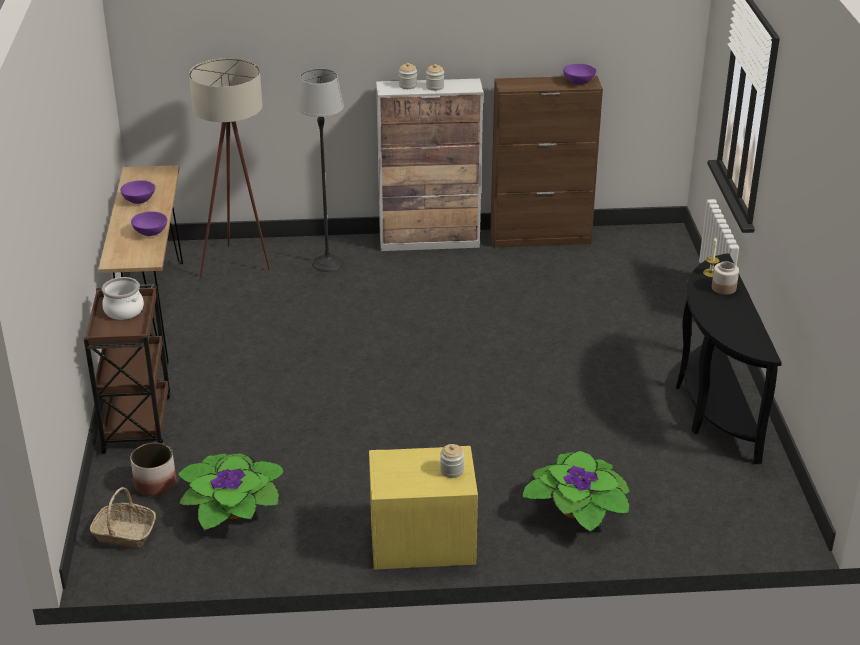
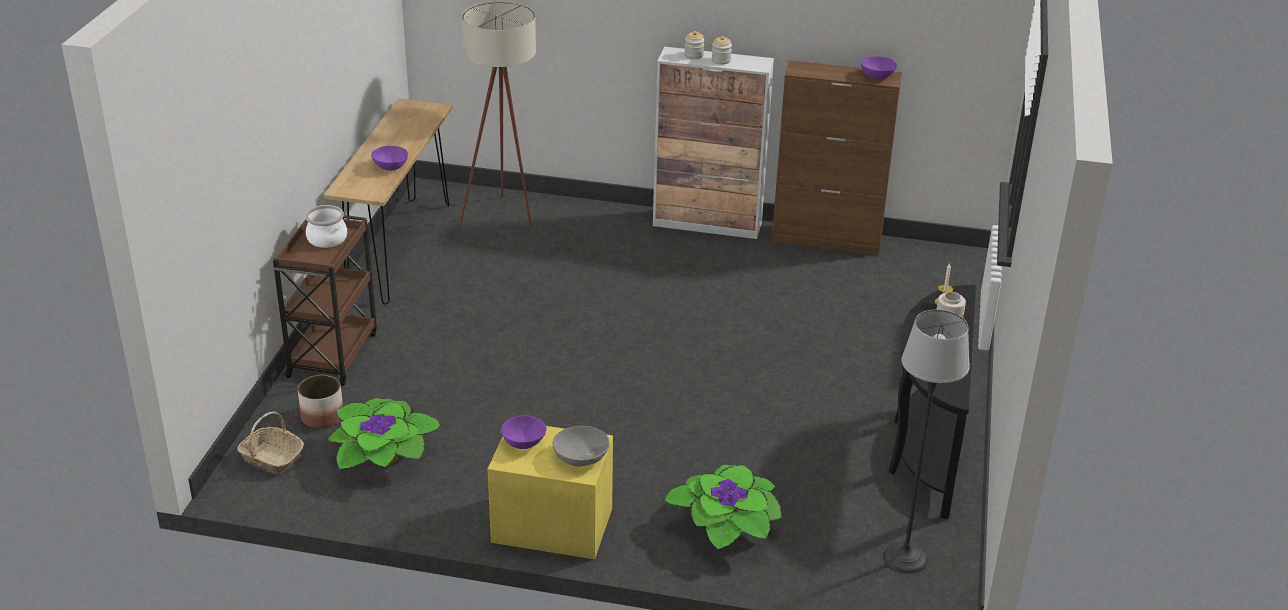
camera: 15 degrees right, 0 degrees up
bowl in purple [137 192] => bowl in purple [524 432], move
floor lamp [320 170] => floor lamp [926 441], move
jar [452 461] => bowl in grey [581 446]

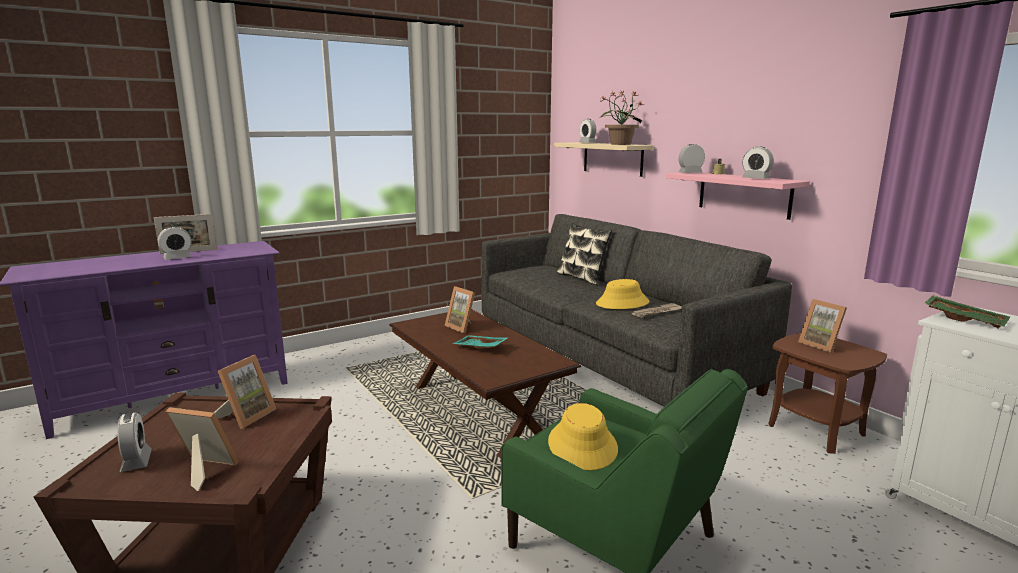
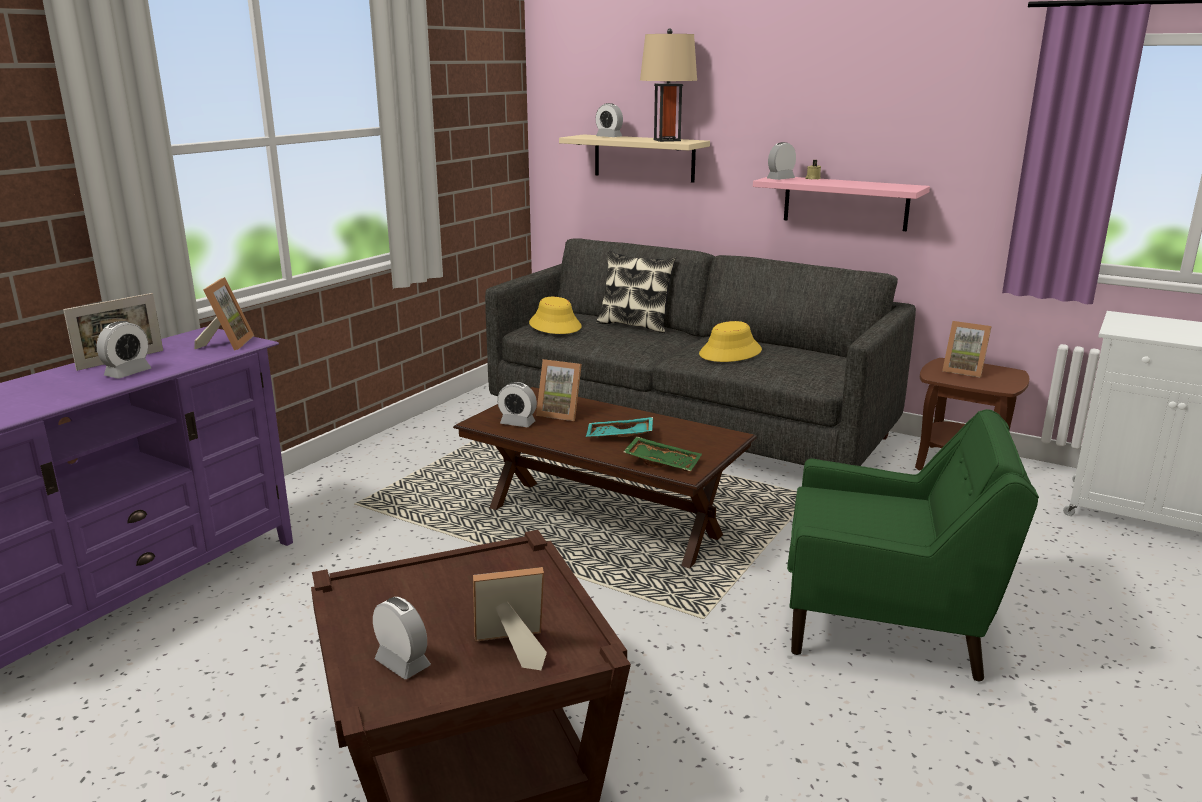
camera: 25 degrees left, 5 degrees up
picture frame [245 392] => picture frame [224 314], move
hat in yellow [583 436] => hat in yellow [555 315], move
potted plant [621 117] => table lamp in beige [668 85]
newspaper [656 310] => nothing
alarm clock [758 162] => alarm clock [517 404], move
tray in green [967 312] => tray in green [662 454], move

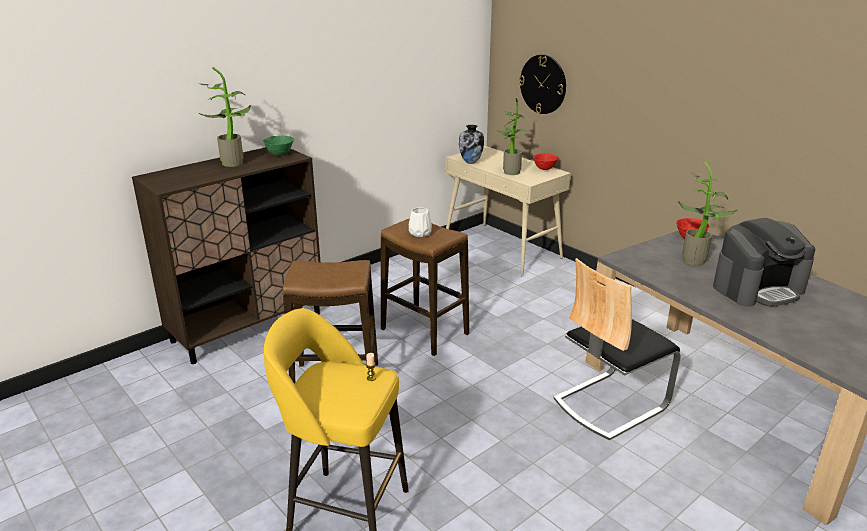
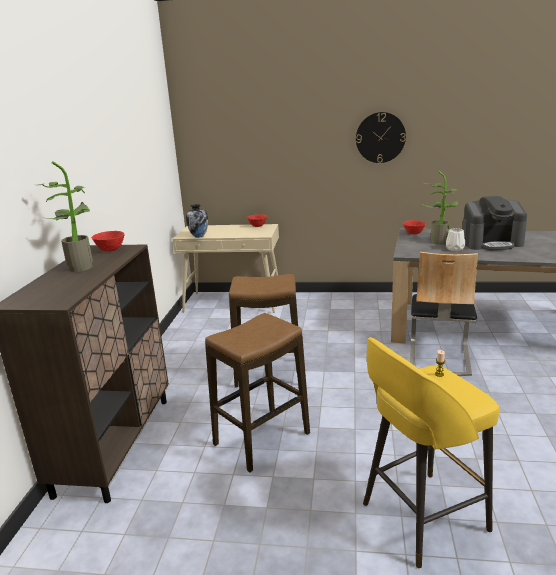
camera: 40 degrees left, 5 degrees down
bowl in green [278 146] => bowl in red [108 241]
vase in white [420 222] => vase in white [455 239], move
potted plant [511 136] => nothing
wall clock [542 84] => wall clock [381 137], move
coffee machine [764 262] => coffee machine [494 223], 60 degrees clockwise

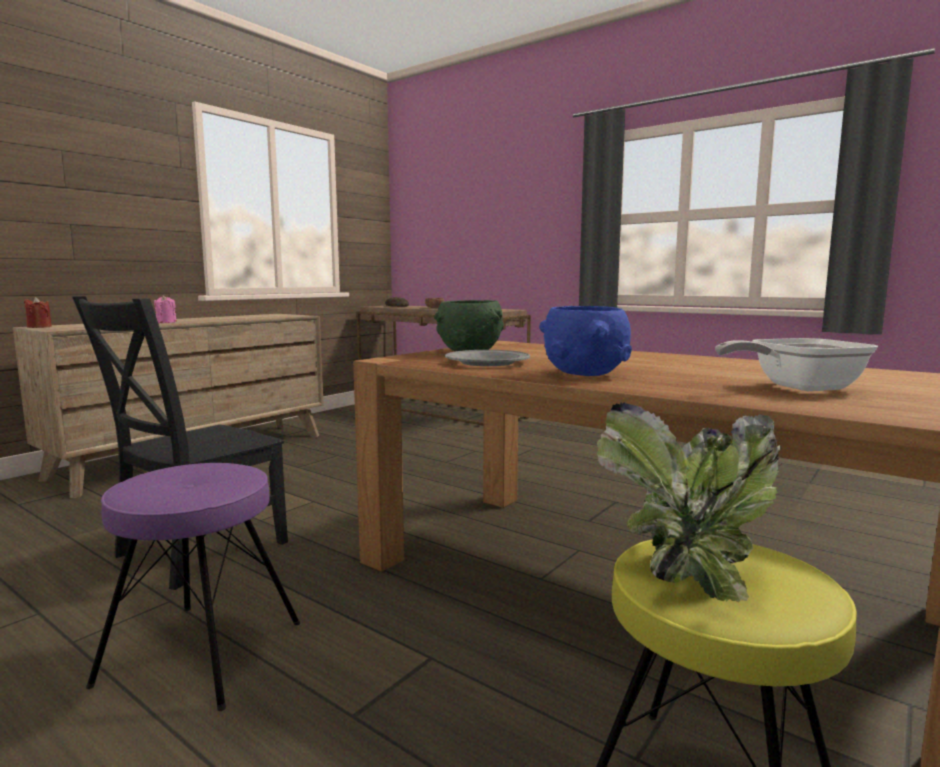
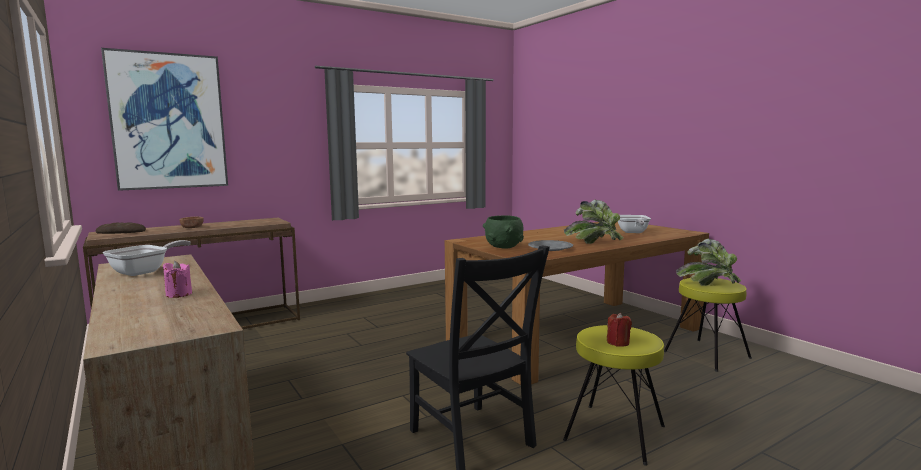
camera: 70 degrees left, 0 degrees up
candle in red [38 312] => candle in red [619 330], move
stool in purple [193 587] => stool in yellow [614 395]
bowl in blue [585 341] => potted plant [594 222]
nothing => picture [164 119]
nothing => frying pan [147 258]

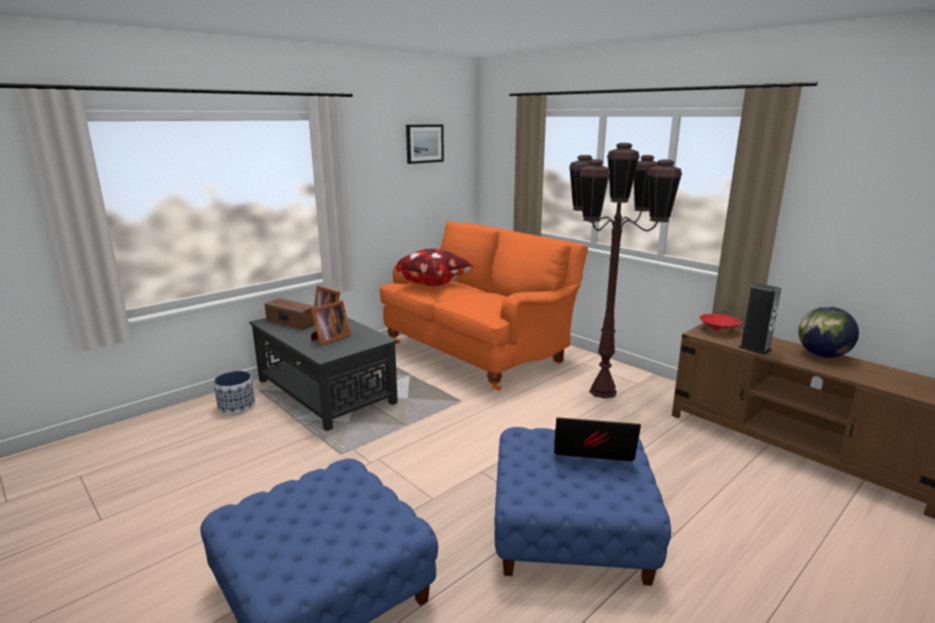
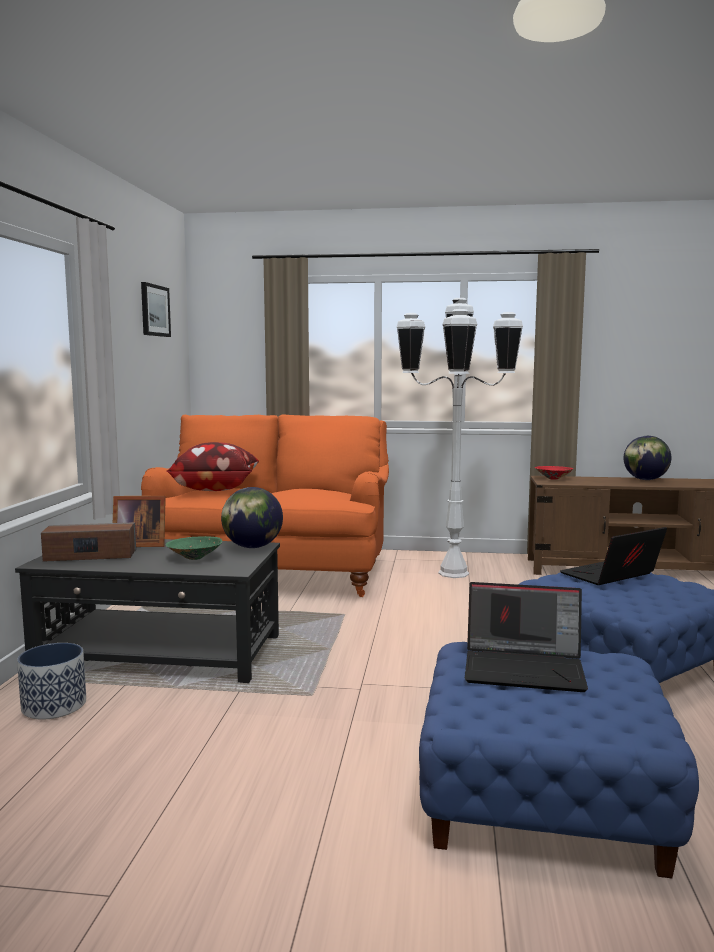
camera: 40 degrees left, 10 degrees down
picture frame [331 323] => bowl in green [194 548]
floor lamp in brown [625 271] => floor lamp in white [460 438]
speaker [760 319] => nothing
nothing => globe [252 517]
nothing => laptop [526 637]

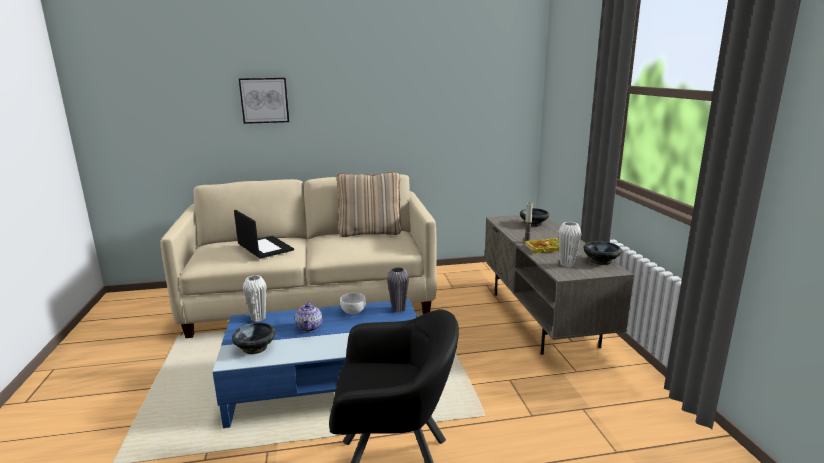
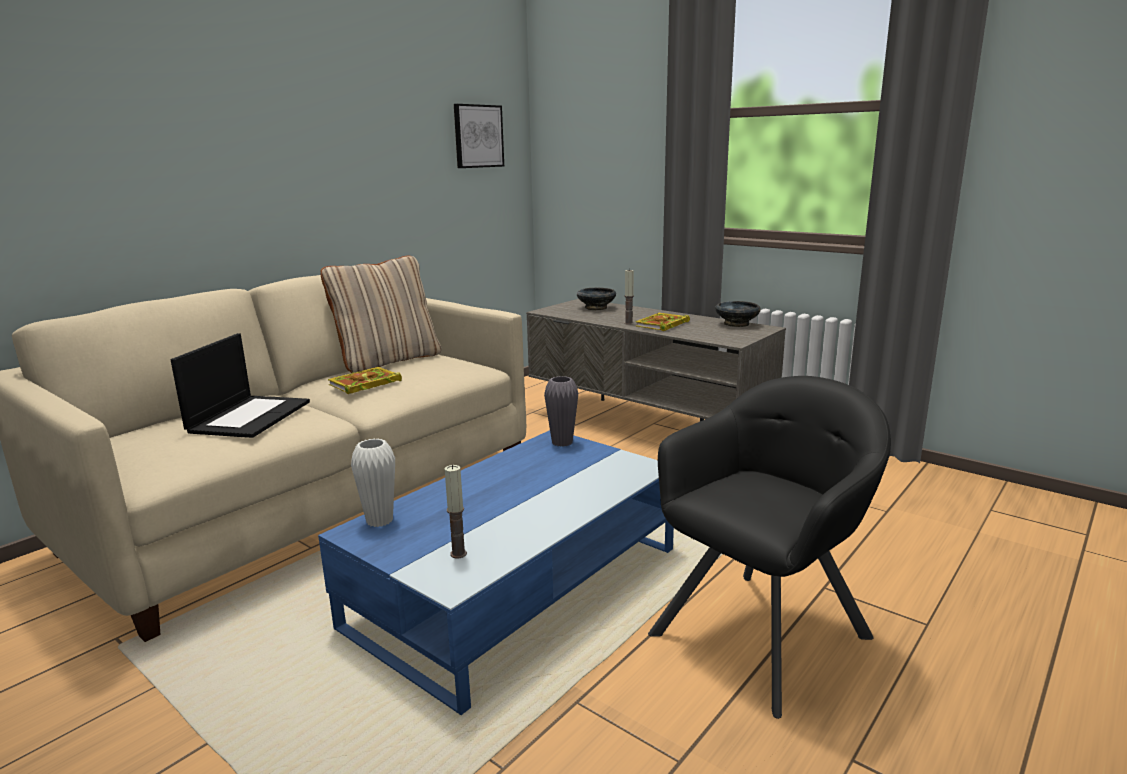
camera: 40 degrees left, 0 degrees up
bowl in black [253 338] => candle [456 511]
laptop [264 234] => laptop [240 385], 90 degrees clockwise
picture [264 101] => picture [479 136], move
teapot [308 316] => nothing
bowl in white [353 303] => nothing
vase in white [569 244] => nothing
nothing => book [365 380]

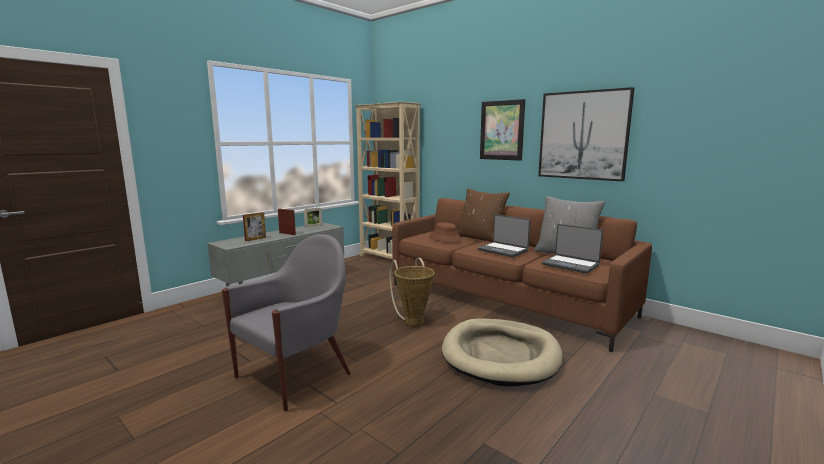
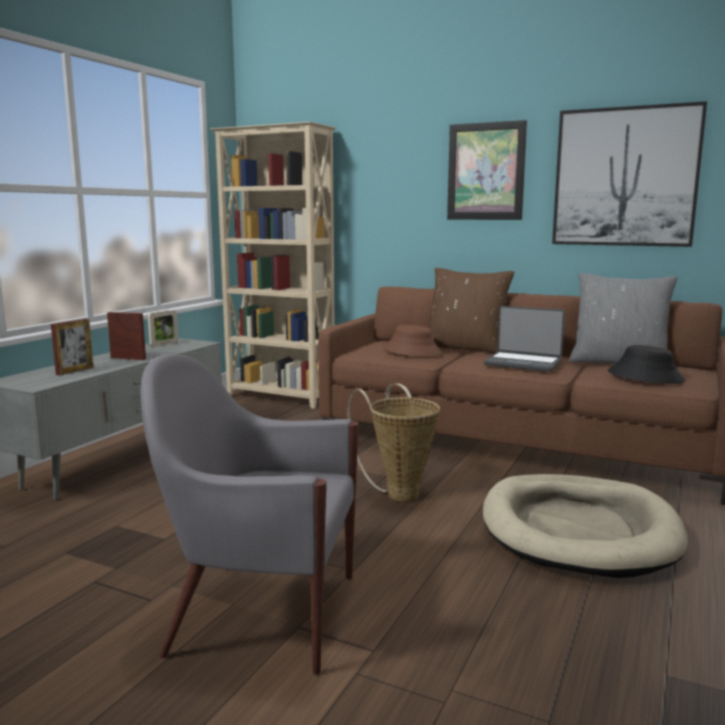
camera: 15 degrees left, 0 degrees up
armchair in grey [286 322] => armchair in grey [249 514], 105 degrees counterclockwise
laptop [572 249] => hat in black [646 364]

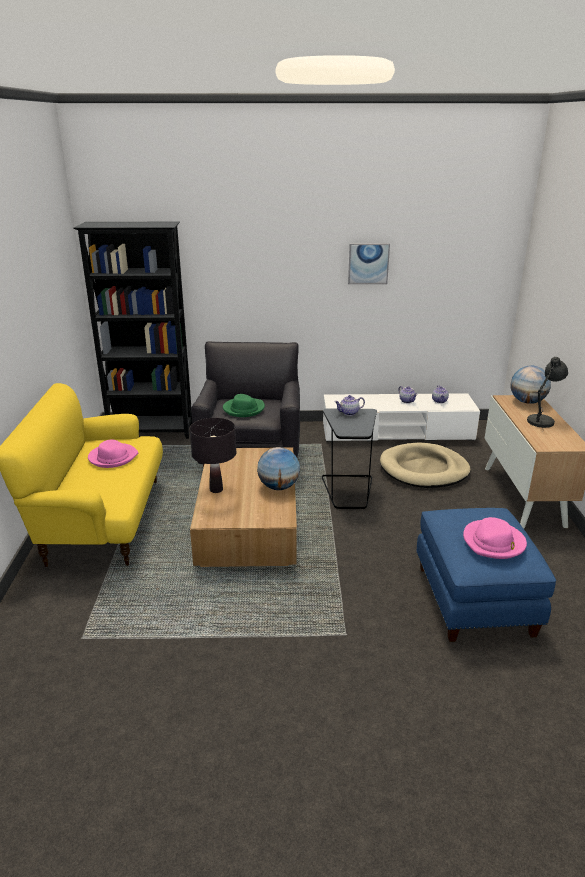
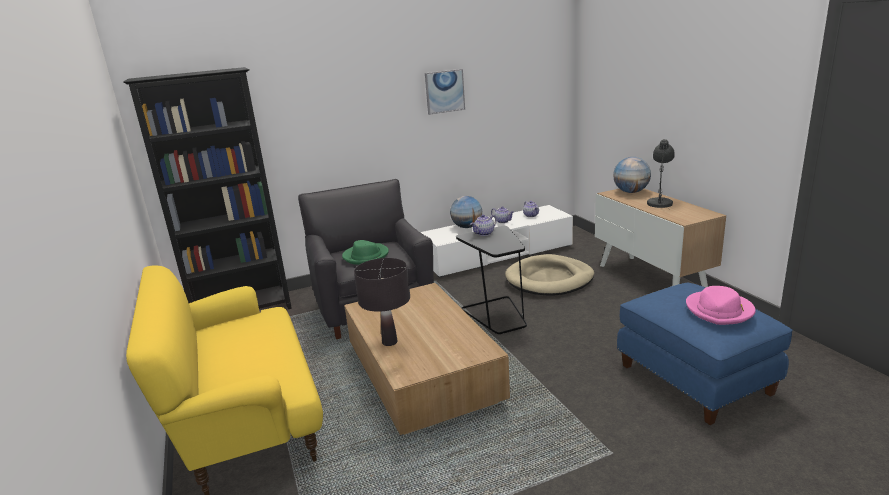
camera: 20 degrees left, 5 degrees down
hat in pink [113 453] => nothing
globe [278 468] => globe [466 212], move

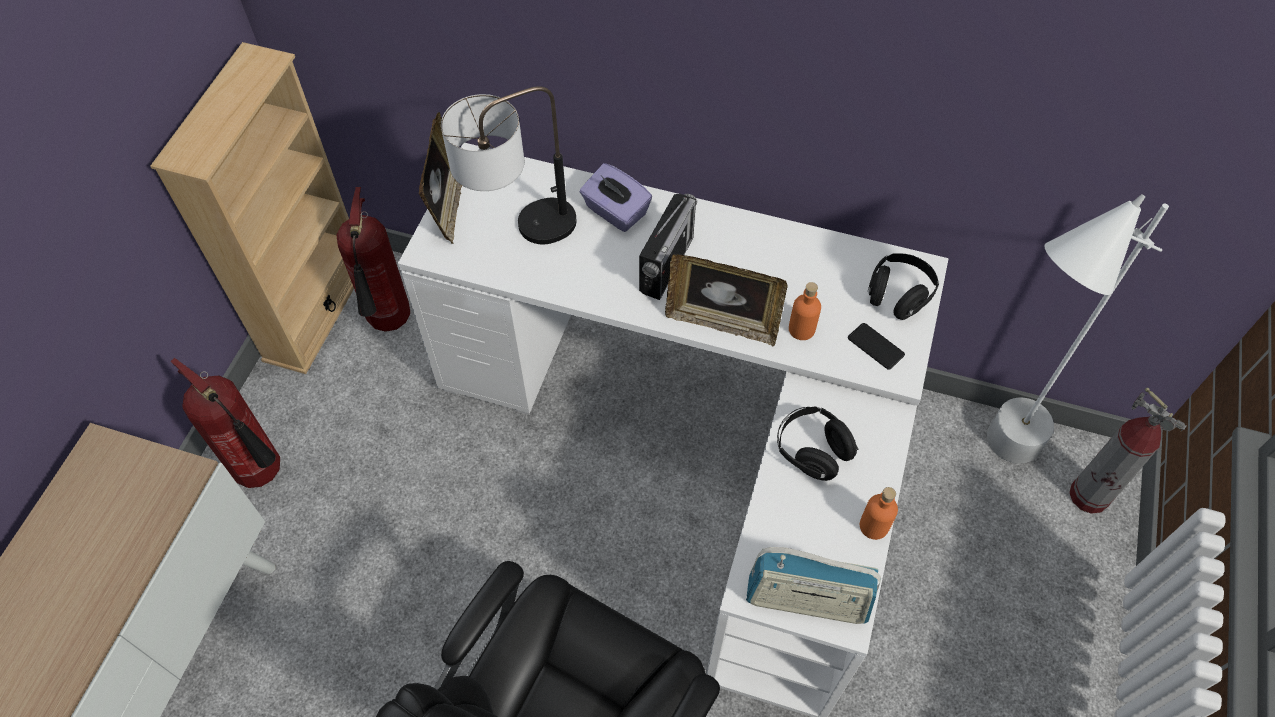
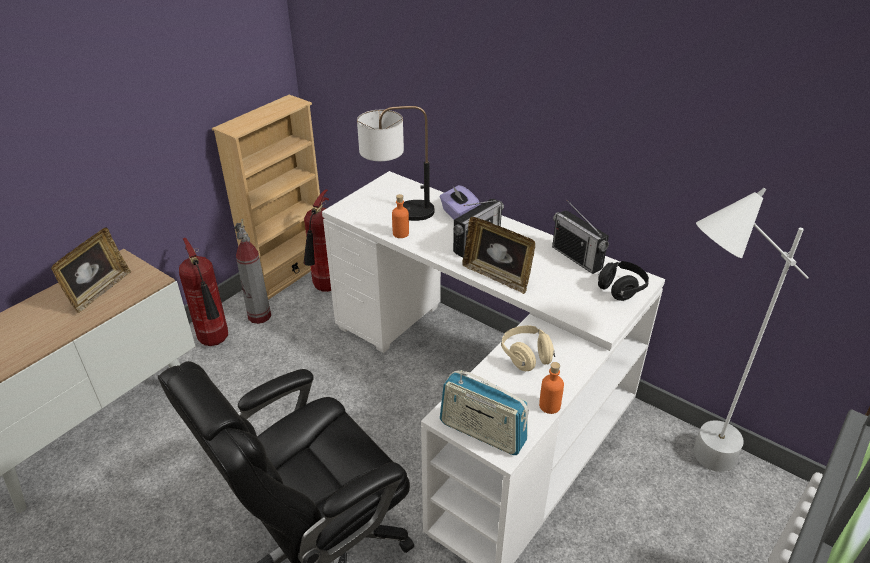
camera: 20 degrees right, 20 degrees down
picture frame [440 178] => picture frame [91 270], move
headphones in black [818 443] => headphones in beige [528 348]
bottle in orange [805 311] => bottle in orange [400 216], move
phone [876 346] => nothing
fire extinguisher [1128 451] => fire extinguisher [252 271], move
nothing => radio [580 237]

